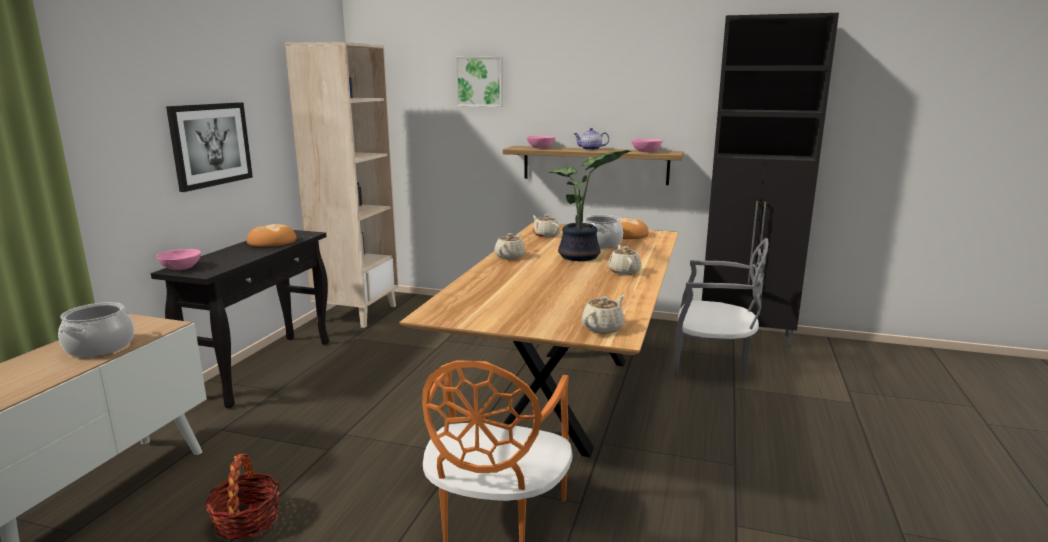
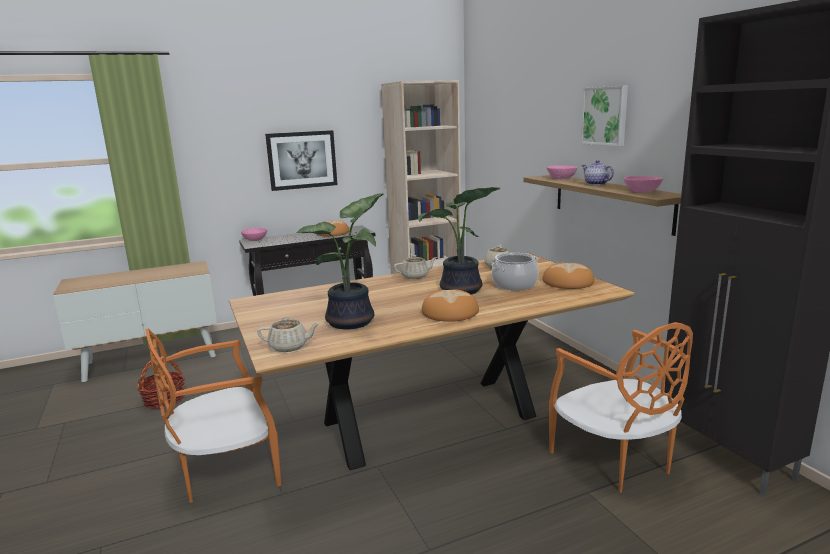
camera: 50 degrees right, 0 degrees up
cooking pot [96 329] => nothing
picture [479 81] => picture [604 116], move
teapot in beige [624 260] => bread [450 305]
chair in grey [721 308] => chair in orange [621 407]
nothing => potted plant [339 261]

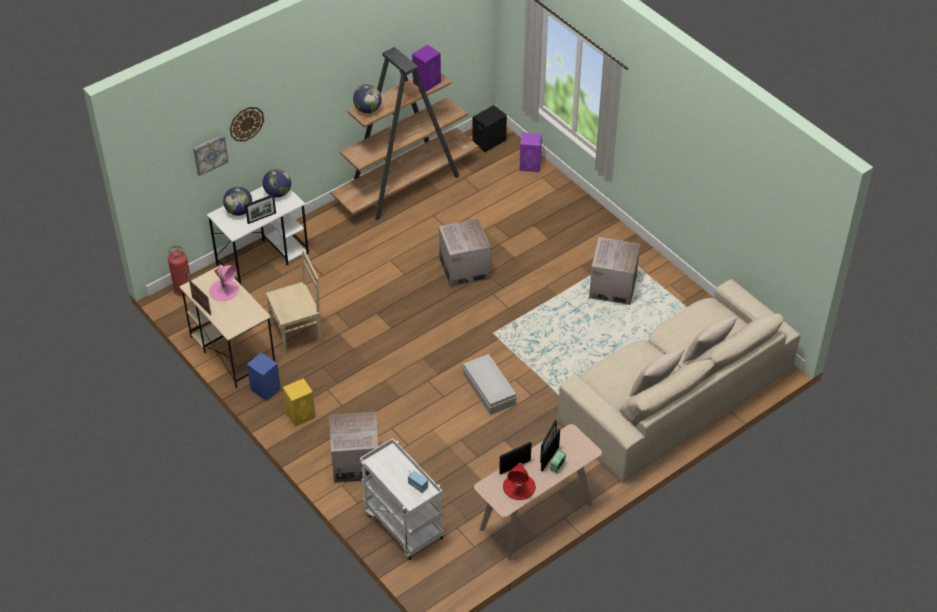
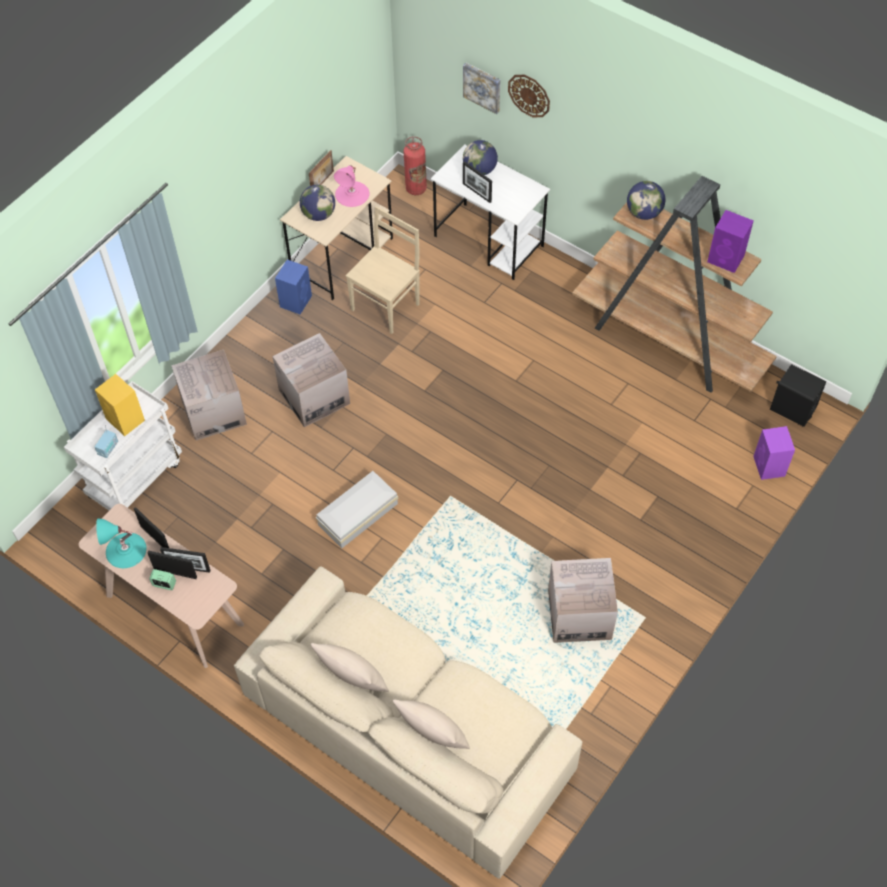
camera: 75 degrees right, 10 degrees up
globe [277 183] => globe [317 203], move
chair in beige [294 302] => chair in beige [383 270], 105 degrees counterclockwise
speaker in yellow [299 402] => speaker in yellow [120 405], move
cardboard box [465 253] => cardboard box [311 380], move
table lamp in red [519 481] => table lamp in turquoise [121 543]

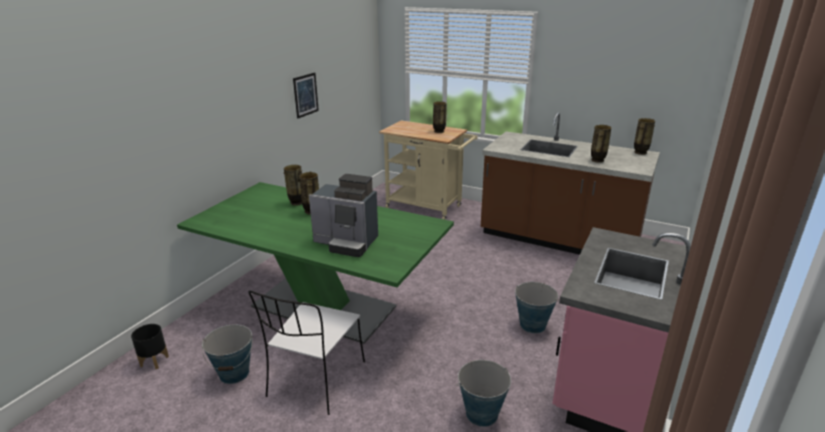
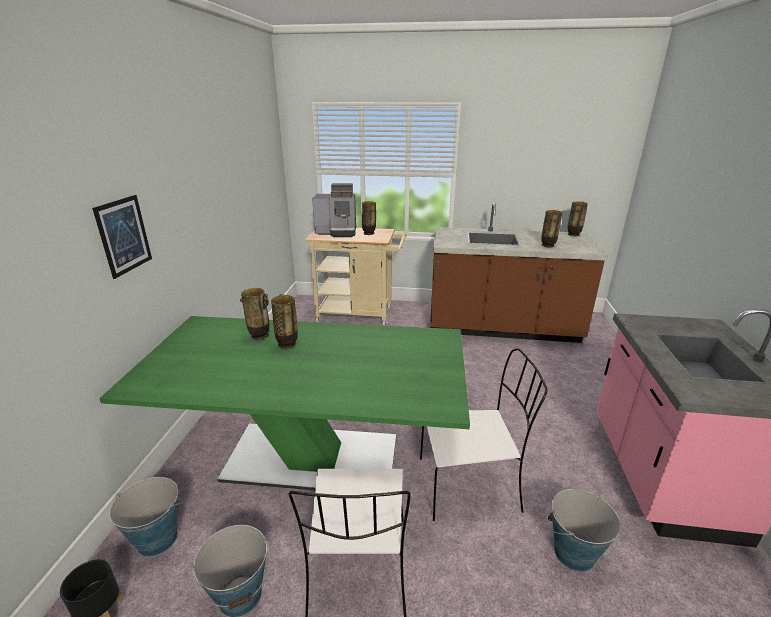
camera: 20 degrees left, 0 degrees up
picture [306 95] => picture [122 237], move
coffee machine [343 215] => coffee machine [334 210], move
bucket [537 307] => bucket [146 517], move
nothing => chair in white [484 434]

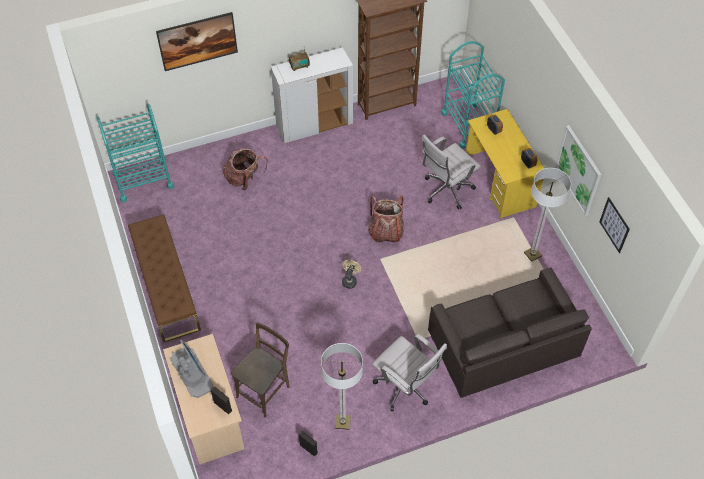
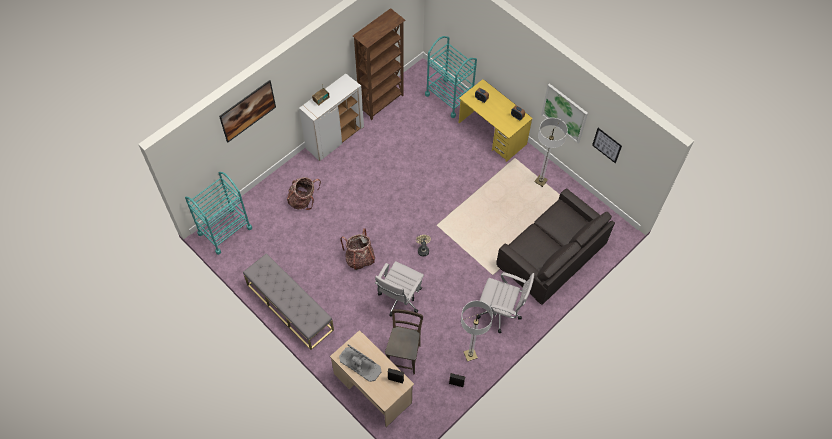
camera: 25 degrees left, 5 degrees up
bench in brown [164 278] => bench in grey [288 301]
backpack [386 219] => backpack [357 249], move
office chair in white [451 172] => office chair in white [399 289], move

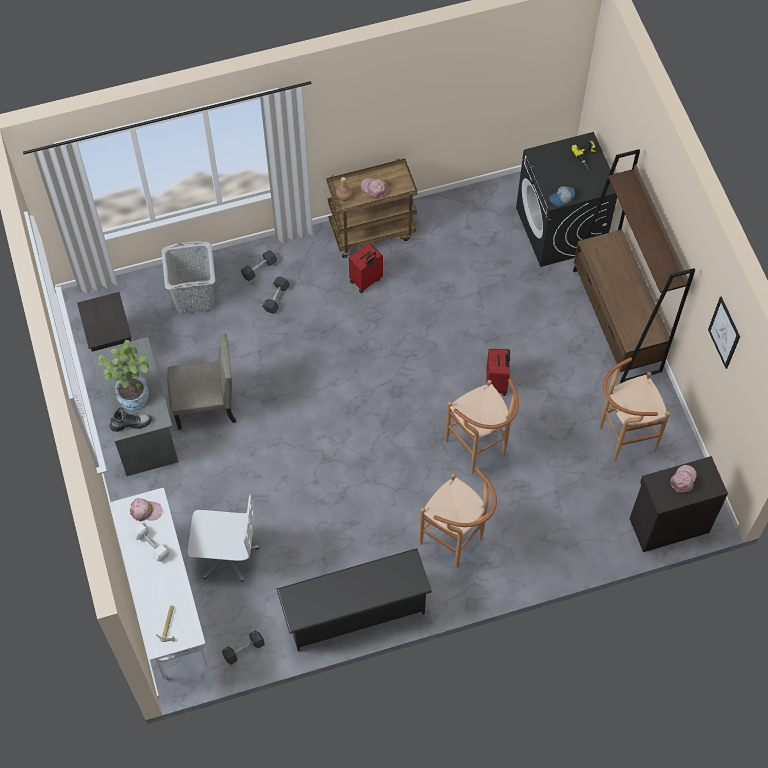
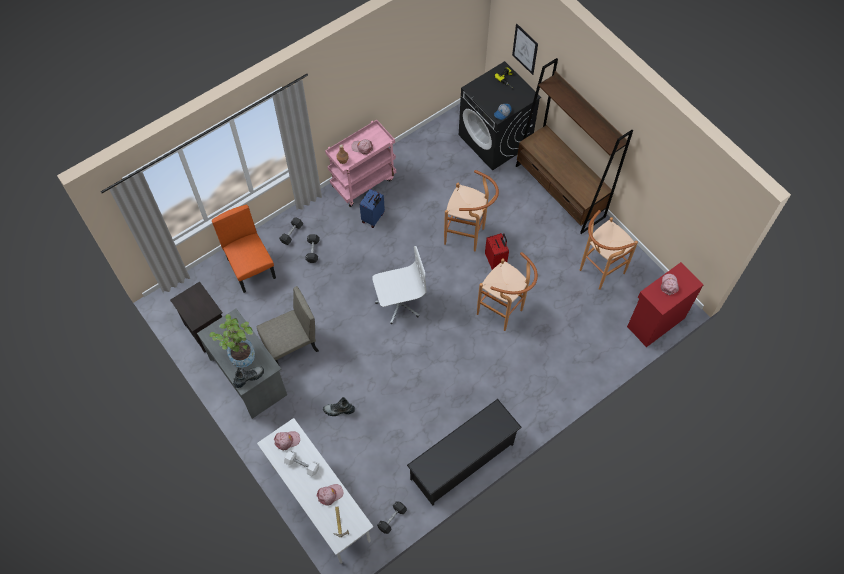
camera: 20 degrees left, 0 degrees up
laundry basket in grey [188 277] => chair in orange [244 249]
office chair in white [223 537] => office chair in white [399 285], move
cart in brown [371 208] => cart in pink [360 163]
suitcase in red [366 268] => suitcase in blue [372 208]
stool in brown [458 518] => stool in brown [471 211], move
cabinet in black [678 504] => cabinet in red [665 304]
picture [724 332] => picture [525 49], move
nothing => cap in pink [330 494]
nothing => boot [339 406]

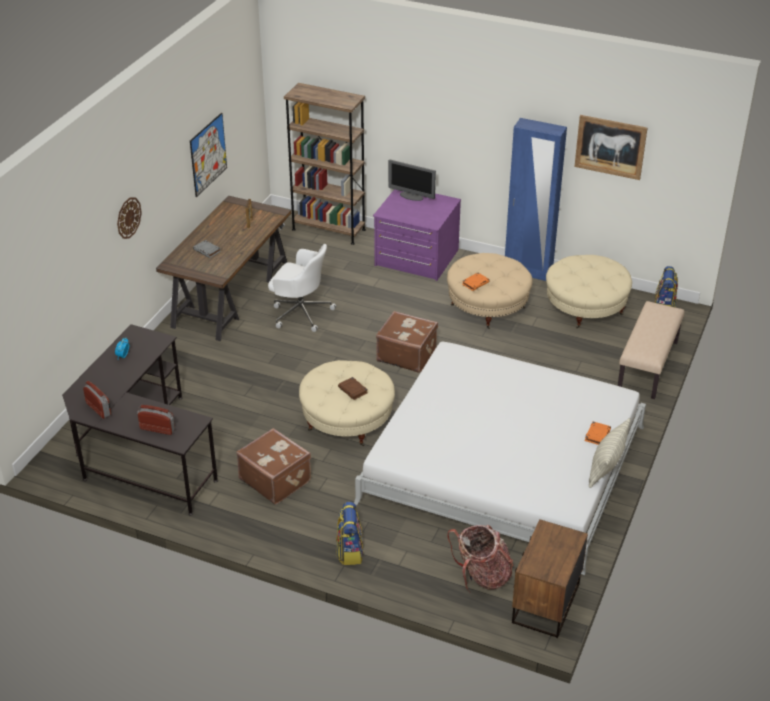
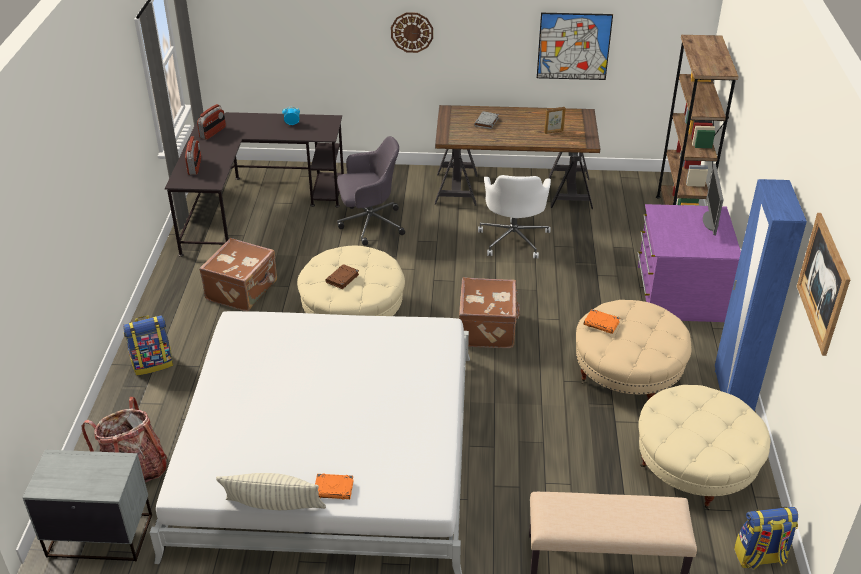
camera: 70 degrees right, 0 degrees up
nightstand in brown [550 578] => nightstand in grey [87 506]
nothing => office chair in grey [371 191]

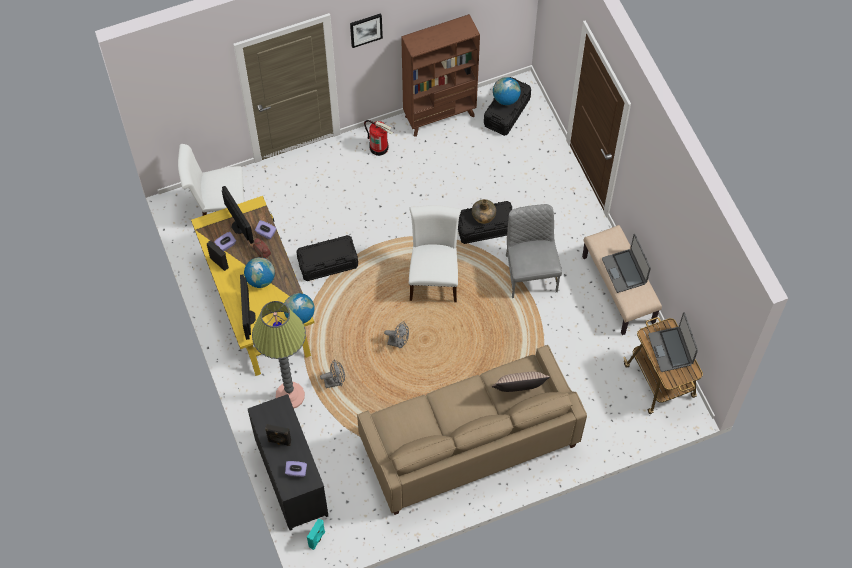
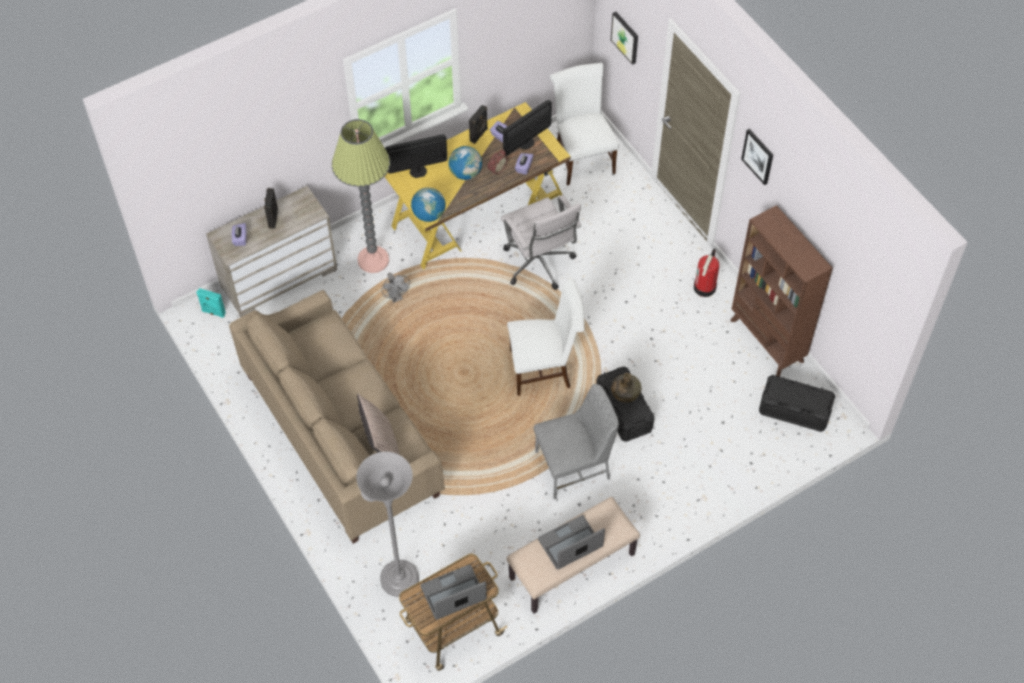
camera: 80 degrees right, 5 degrees down
dresser in black [288 462] => dresser in beige [271 251]
storage box in black [327 258] => office chair in white [541 242]
fan in grey [396 334] => nothing
globe [507 91] => nothing
nothing => floor lamp in grey [387 524]
nothing => picture [624 38]

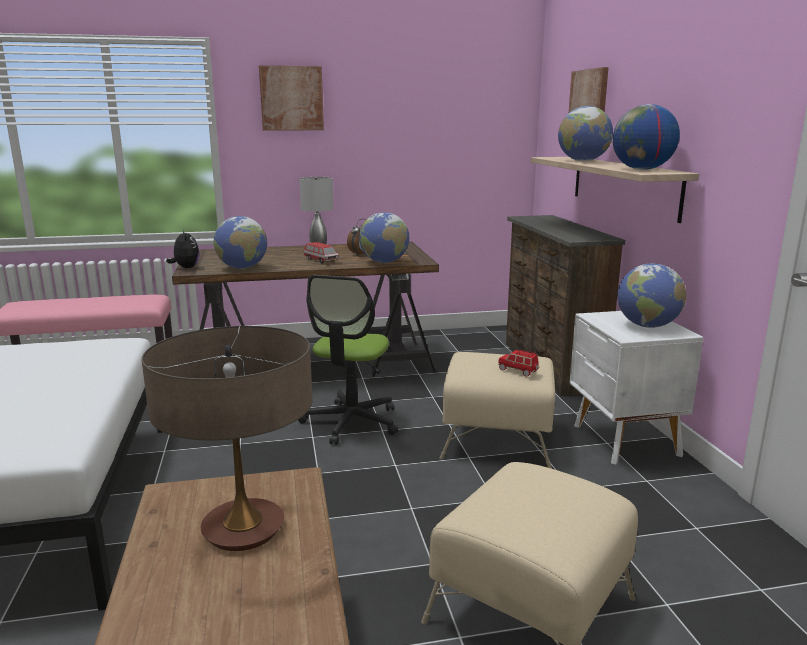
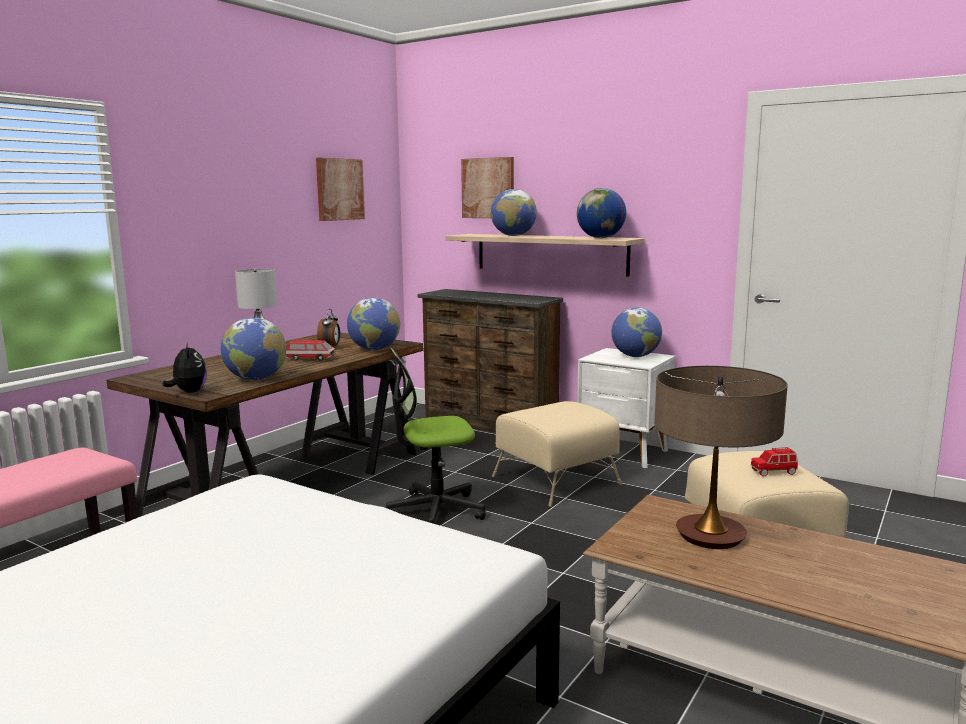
camera: 45 degrees left, 5 degrees down
plush toy [183 249] => plush toy [184 368], 45 degrees clockwise
picture [291 98] => picture [340 189], move
office chair [348 360] => office chair [435 436], 105 degrees clockwise
toy car in red [518 363] => toy car in red [774 461], move

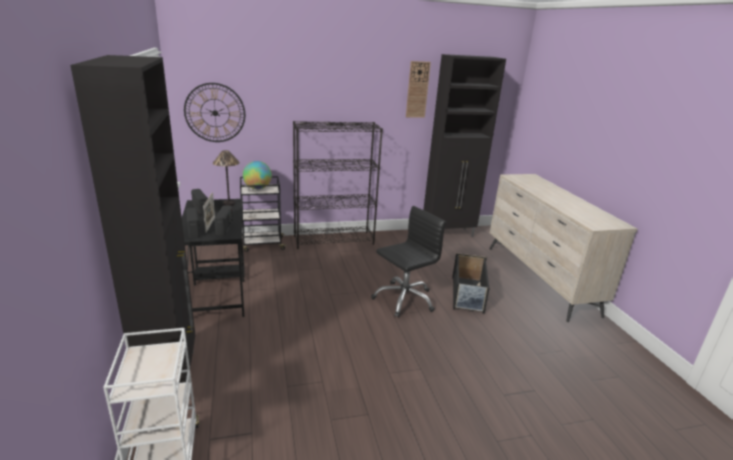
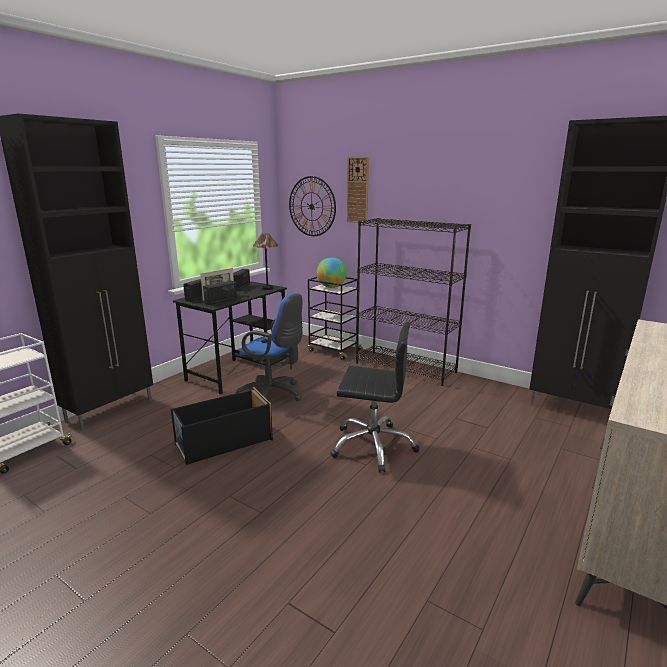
camera: 50 degrees right, 5 degrees down
wall clock [418 89] => wall clock [358 190], move
storage box in black [471 283] => storage box in black [222 426], move
nothing => office chair in blue [268 347]

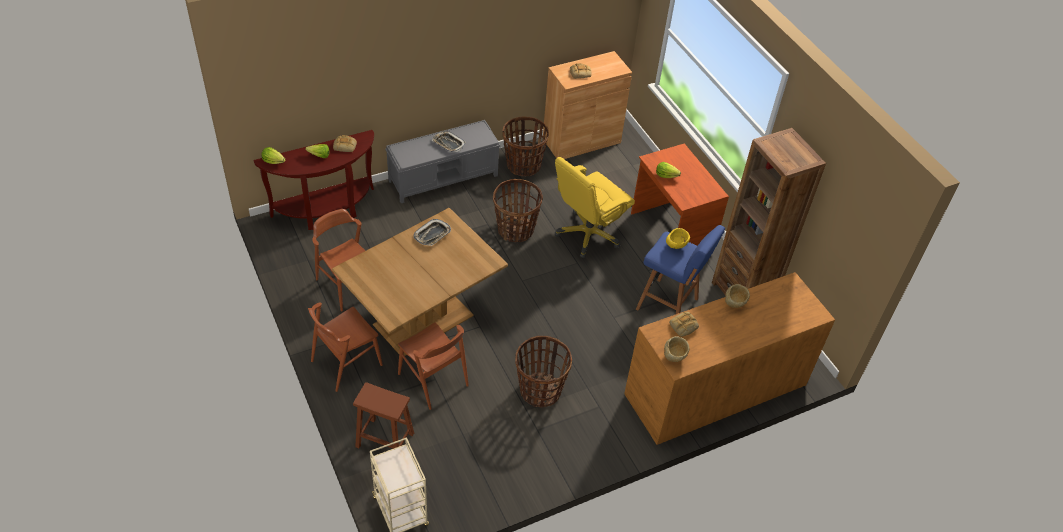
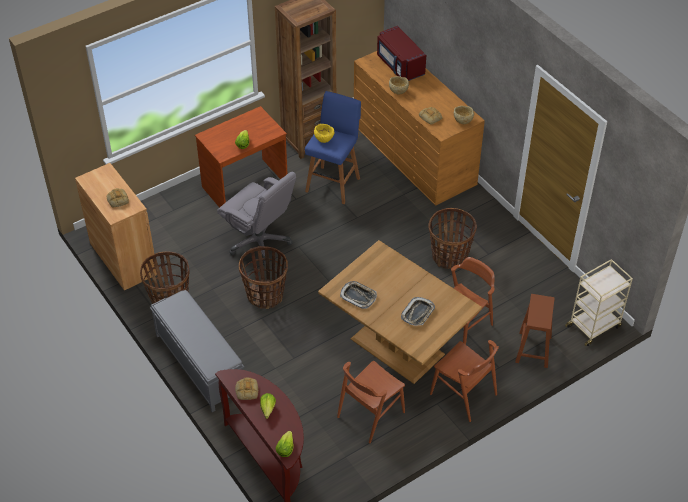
camera: 95 degrees left, 0 degrees up
tray [449 141] => tray [418 311], move
office chair in yellow [595 207] => office chair in grey [256 219]
nothing => microwave in red [401 53]

